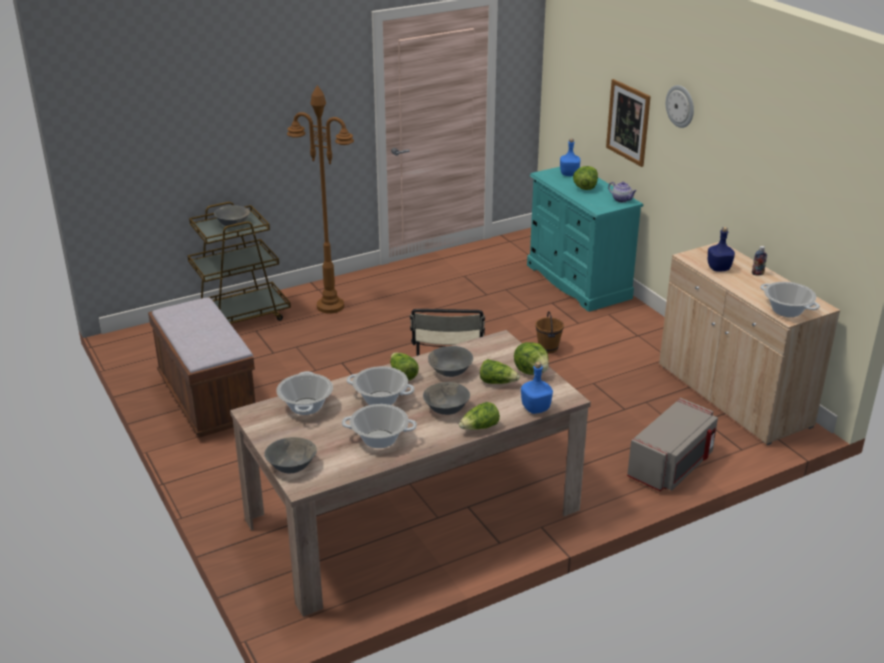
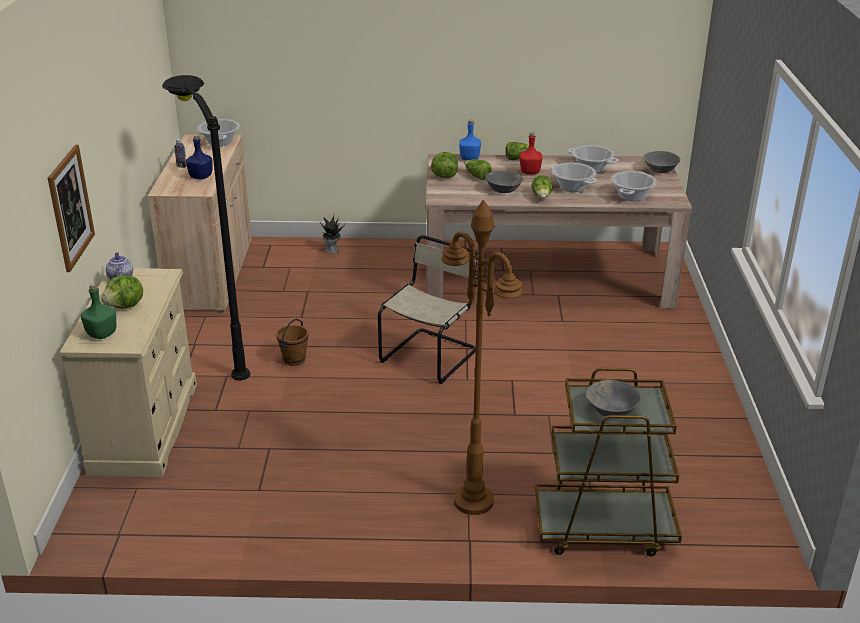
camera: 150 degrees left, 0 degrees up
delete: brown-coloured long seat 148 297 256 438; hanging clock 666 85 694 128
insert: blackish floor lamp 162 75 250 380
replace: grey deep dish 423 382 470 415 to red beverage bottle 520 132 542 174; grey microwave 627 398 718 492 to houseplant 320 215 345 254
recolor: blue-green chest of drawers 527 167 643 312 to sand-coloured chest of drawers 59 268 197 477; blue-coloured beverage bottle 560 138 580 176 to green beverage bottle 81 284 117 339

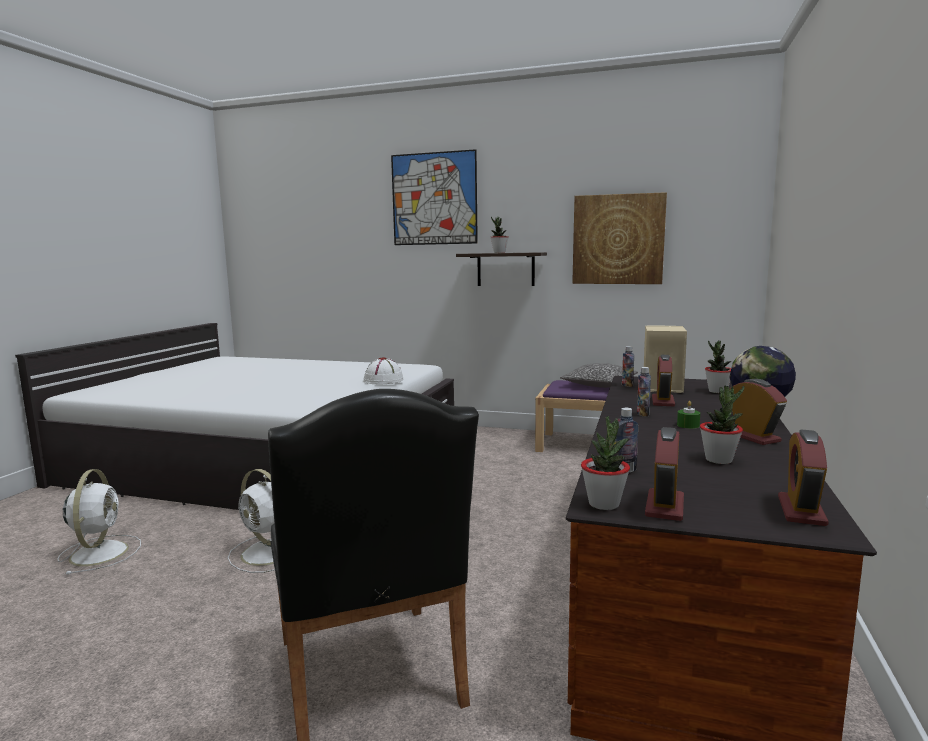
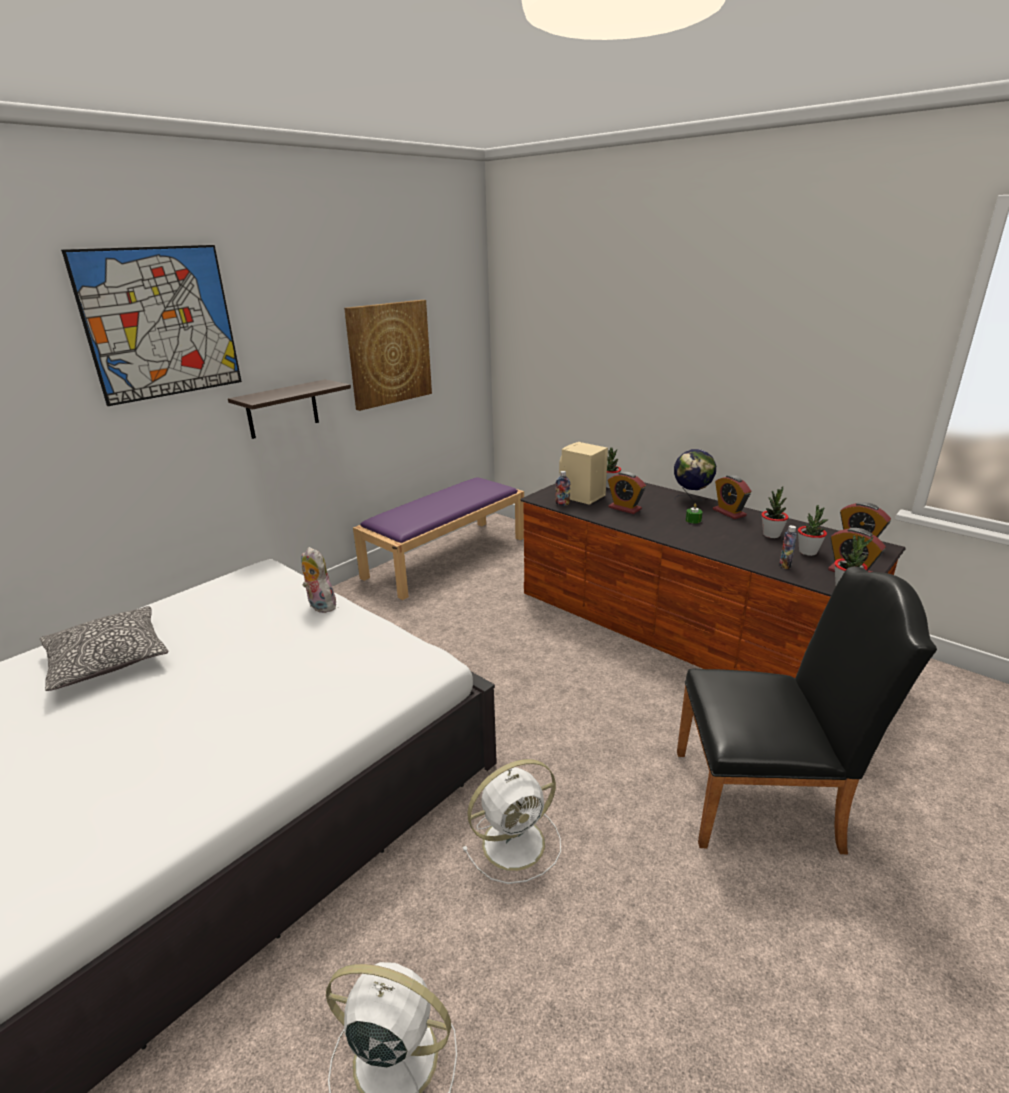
camera: 65 degrees left, 15 degrees up
delete: beverage bottle 637 367 651 416
move: houseplant 490 217 509 253 to 798 505 828 556; pillow 560 363 638 388 to 40 606 168 691
replace: white wearable hat 363 357 404 384 to plush toy 301 547 336 613
rotate: table clock 729 379 787 445 = 713 475 751 519 120 degrees counterclockwise

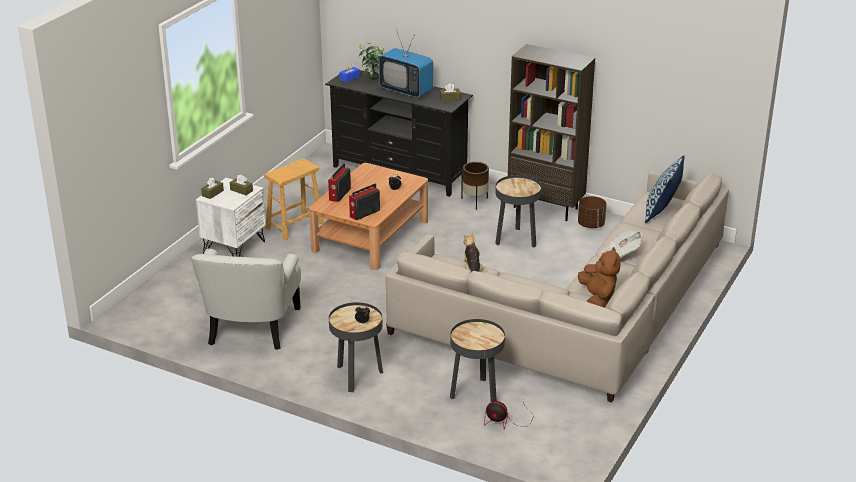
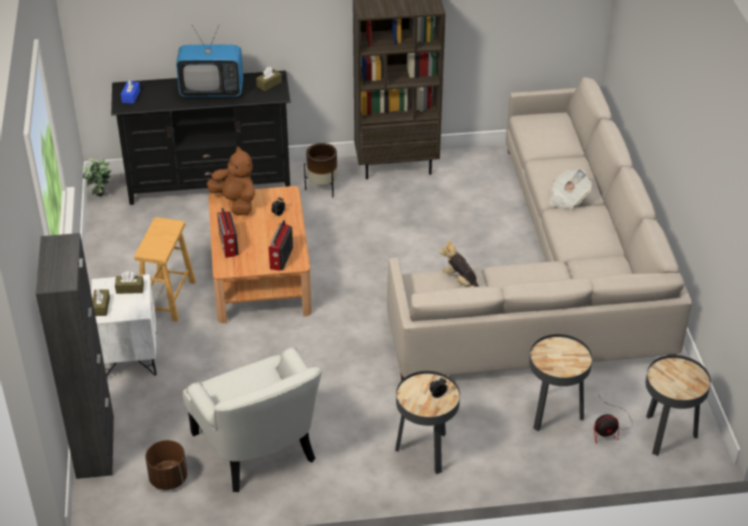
camera: 35 degrees left, 10 degrees up
delete: pillow 645 155 685 223
insert: blackish cupboard 36 233 114 479
move: houseplant 358 42 384 80 to 82 158 111 196; blackish end table 495 175 541 247 to 646 355 711 456; brown-coloured plant pot 578 196 606 228 to 145 440 187 490; brown-coloured plush toy 578 247 621 308 to 207 146 255 215

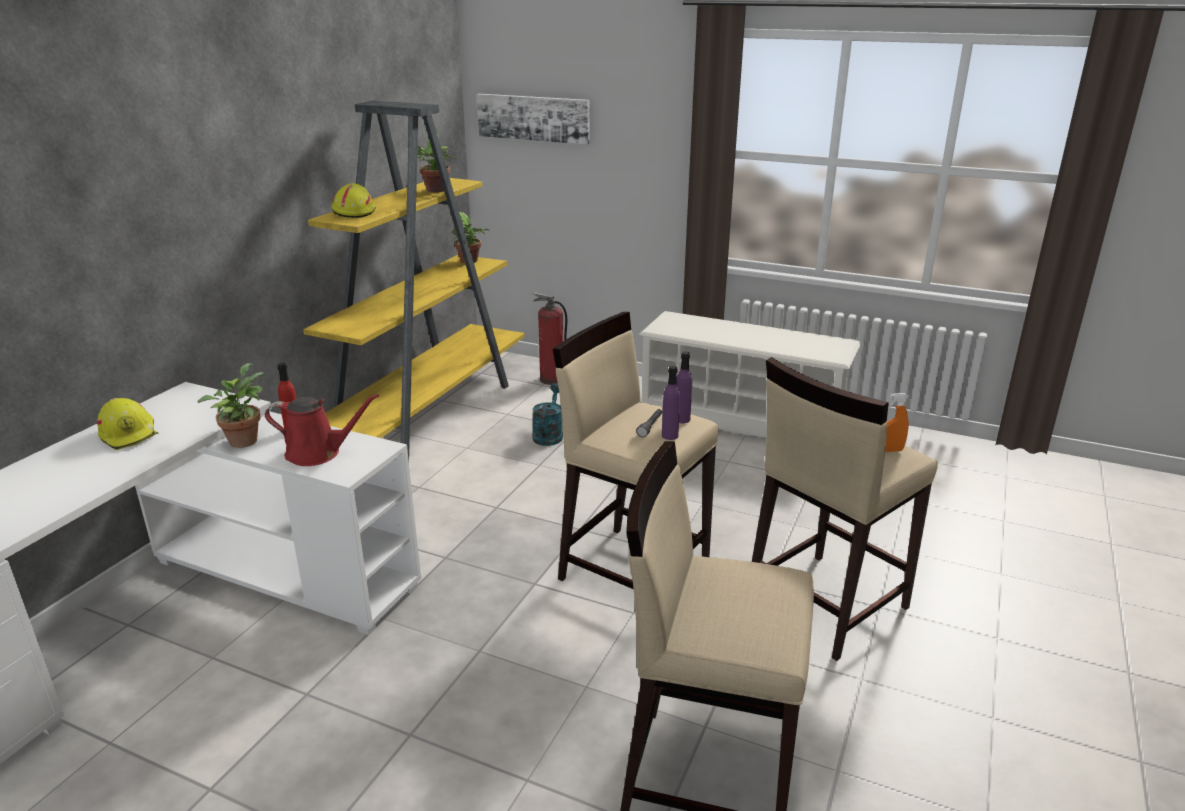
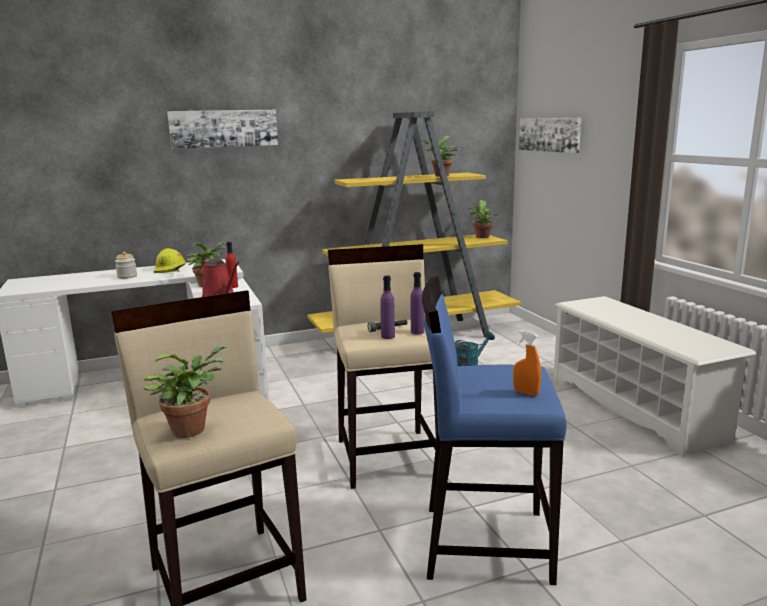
camera: 45 degrees right, 10 degrees down
delete: yellow-coloured work helmet 331 183 376 218; fire-fighting cylinder 533 292 567 385
insert: storage jar 115 252 137 279; houseplant 144 344 230 438; wall art 167 110 278 149
recolor: sand-coloured sitting stool 752 357 938 661 to blue-coloured sitting stool 422 276 567 585

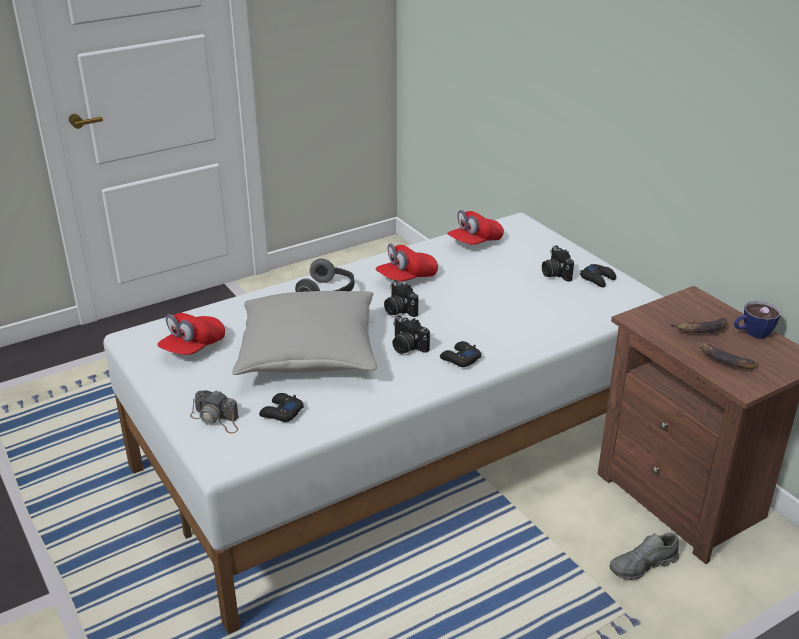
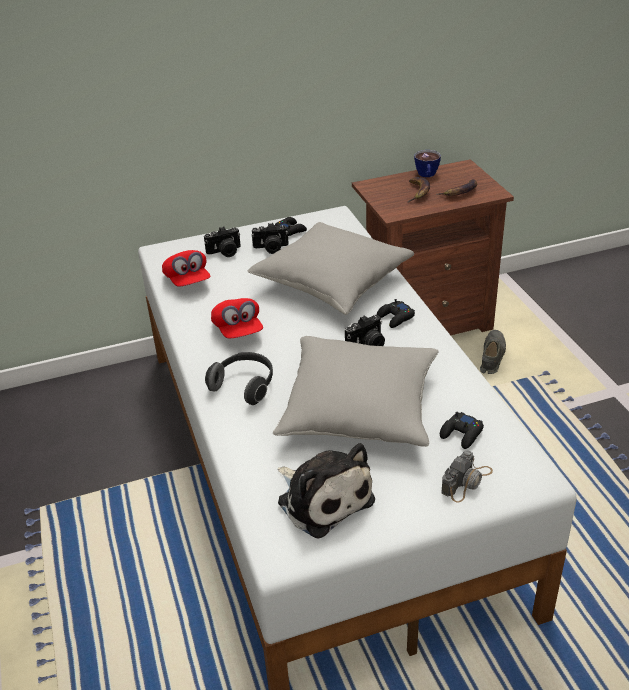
camera: 75 degrees left, 5 degrees up
insert: grey pillow 247 222 414 315
move: still camera 384 280 418 317 to 204 226 241 257
replace: red peaked cap 157 313 225 355 to plush toy 278 443 375 539
rotate: grey low shoe 609 532 679 580 = 480 330 506 374 150 degrees counterclockwise

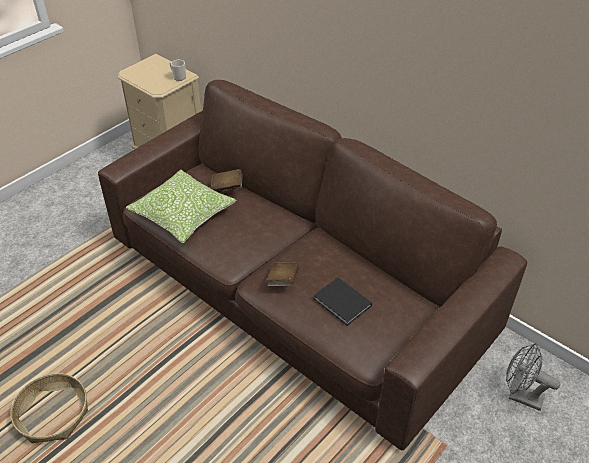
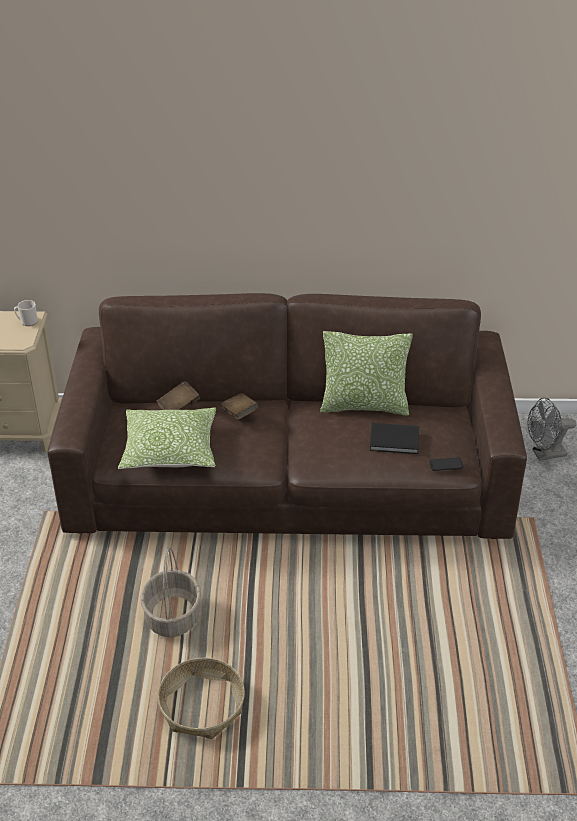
camera: 40 degrees left, 5 degrees down
insert: storage basket 141 547 201 638; pillow 320 331 413 416; telephone 429 457 464 471
move: brown-coloured bound book 266 263 299 286 to 221 393 260 420

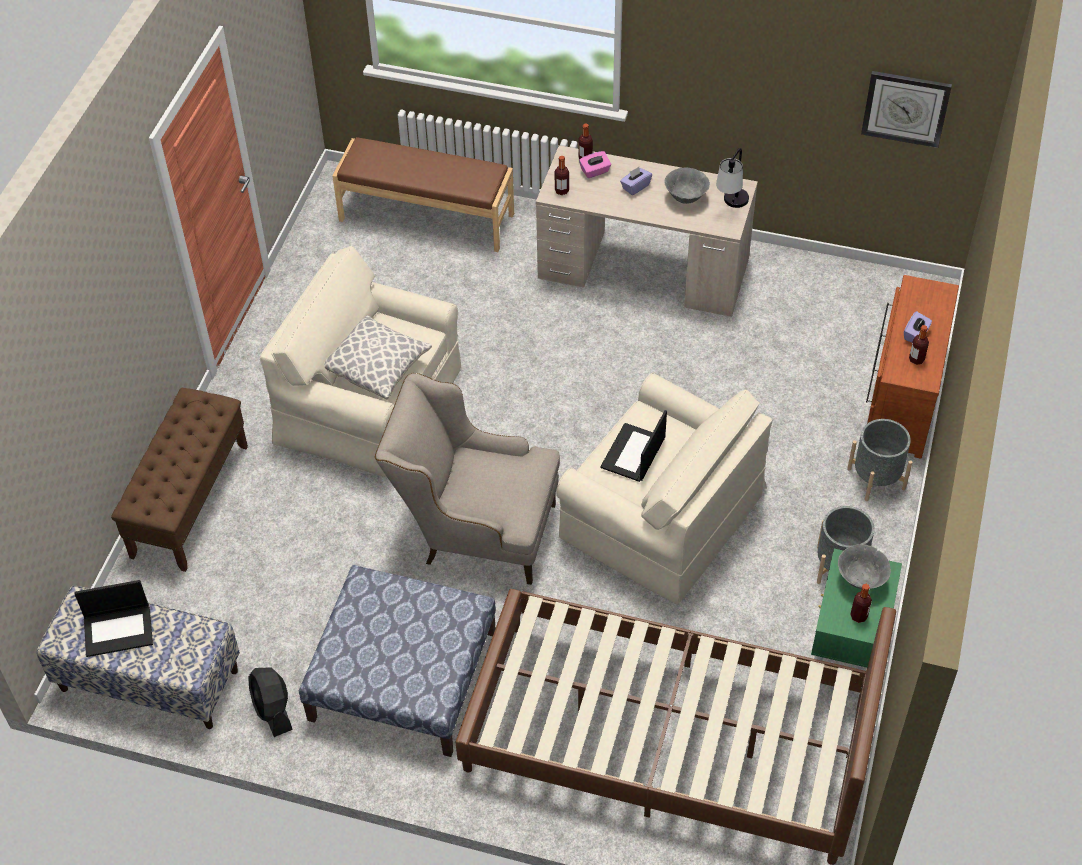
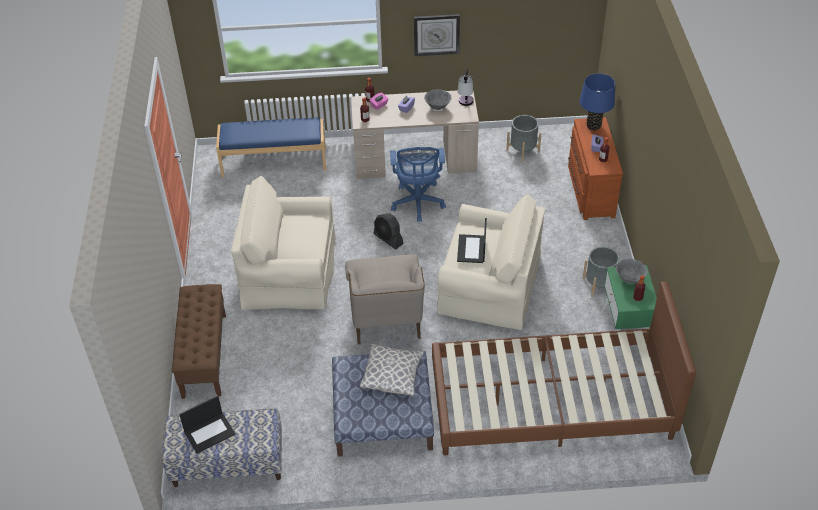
camera: 20 degrees left, 5 degrees down
insert: blue-coloured desk chair 390 147 446 222; blue-coloured lamp for a table 580 73 615 130
move: blackish electric fan 248 667 293 737 to 374 213 403 249; pillow 324 315 432 400 to 360 344 424 396; grey plant pot 847 419 912 501 to 506 115 541 162; hanging clock 861 71 952 148 to 414 14 460 56
recolor: brown-coloured long seat 332 137 514 252 to blue-coloured long seat 216 118 326 177
rotate: sand-coloured easy chair 375 373 560 585 = 345 254 425 344 90 degrees counterclockwise

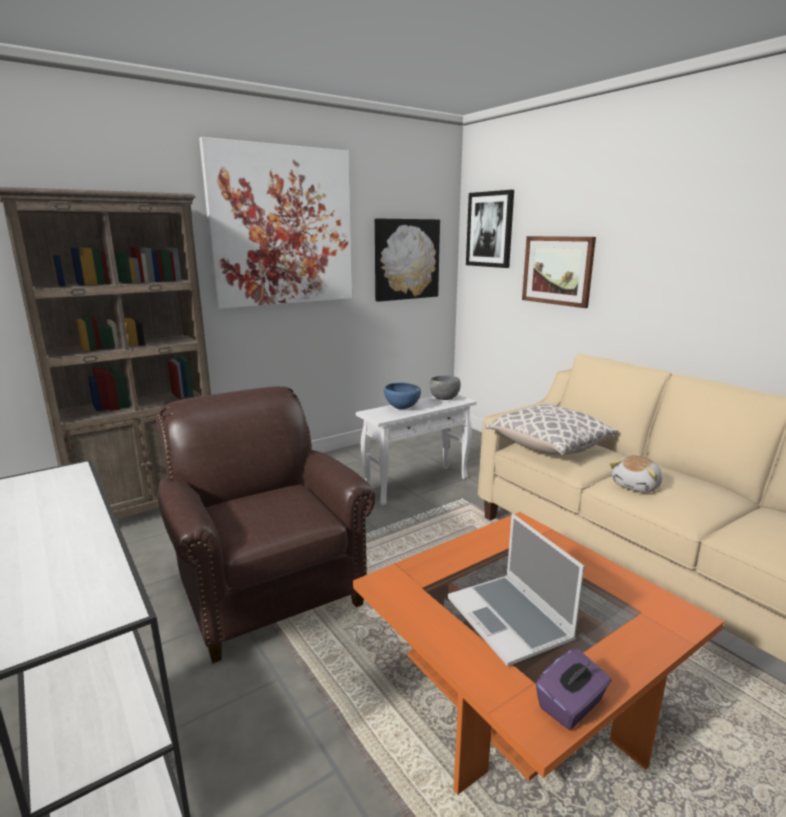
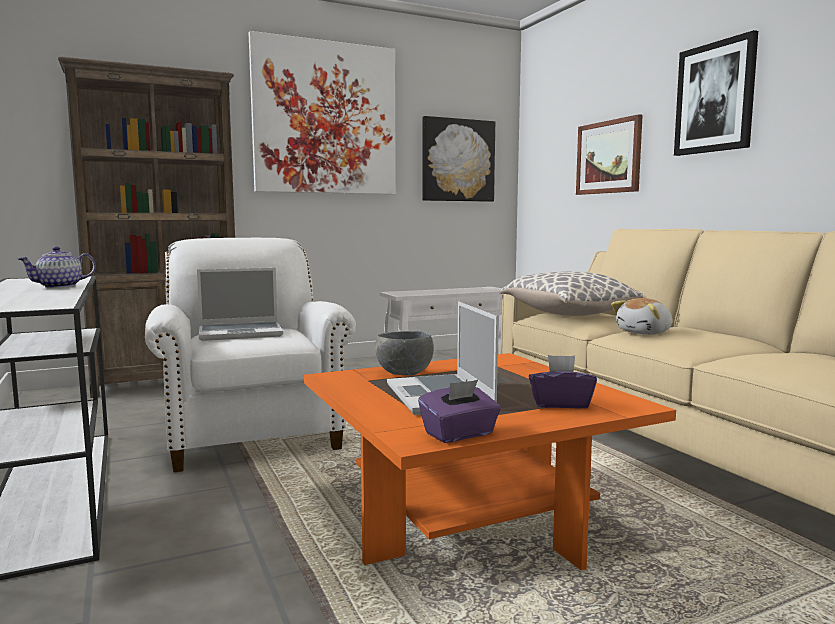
camera: 10 degrees right, 10 degrees down
delete: blue-coloured deep dish 384 382 421 409
insert: teapot 18 246 96 288; portable computer 197 268 283 341; purple tissue holder 529 355 597 409
move: grey deep dish 430 375 461 400 to 375 331 434 376; wall art 466 190 514 268 to 674 30 758 156
recolor: brown-coloured easy chair 156 386 376 663 to white easy chair 145 238 356 472

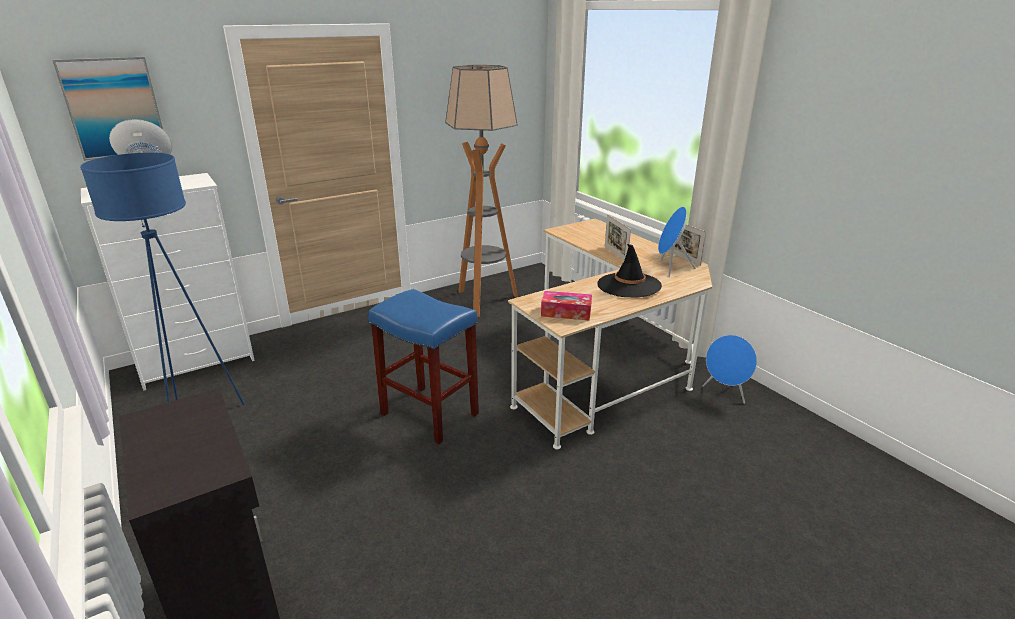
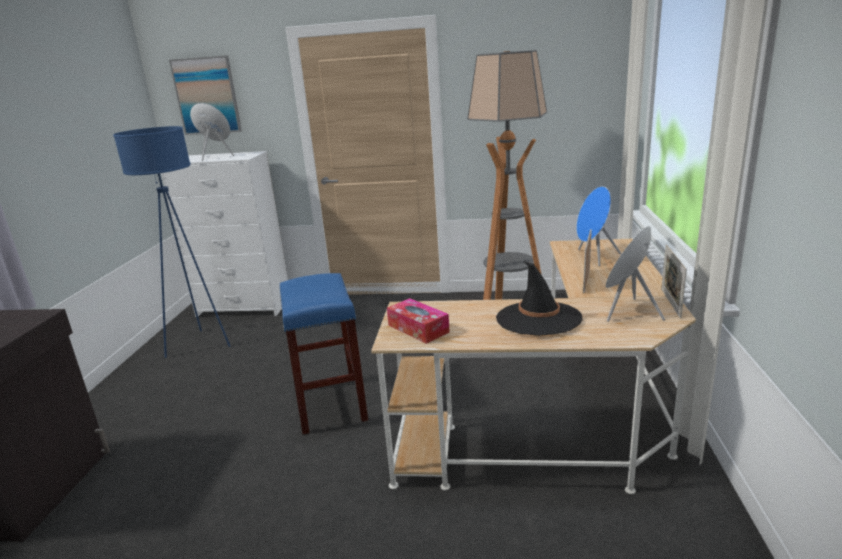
camera: 40 degrees right, 5 degrees down
move: blue-coloured loudspeaker 702 335 757 404 to 576 186 621 266

